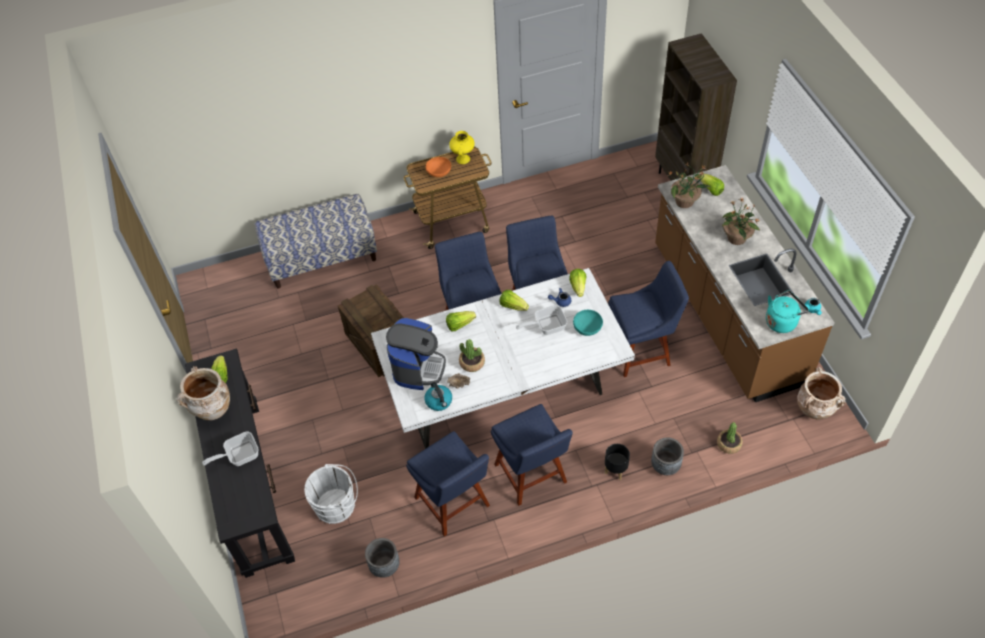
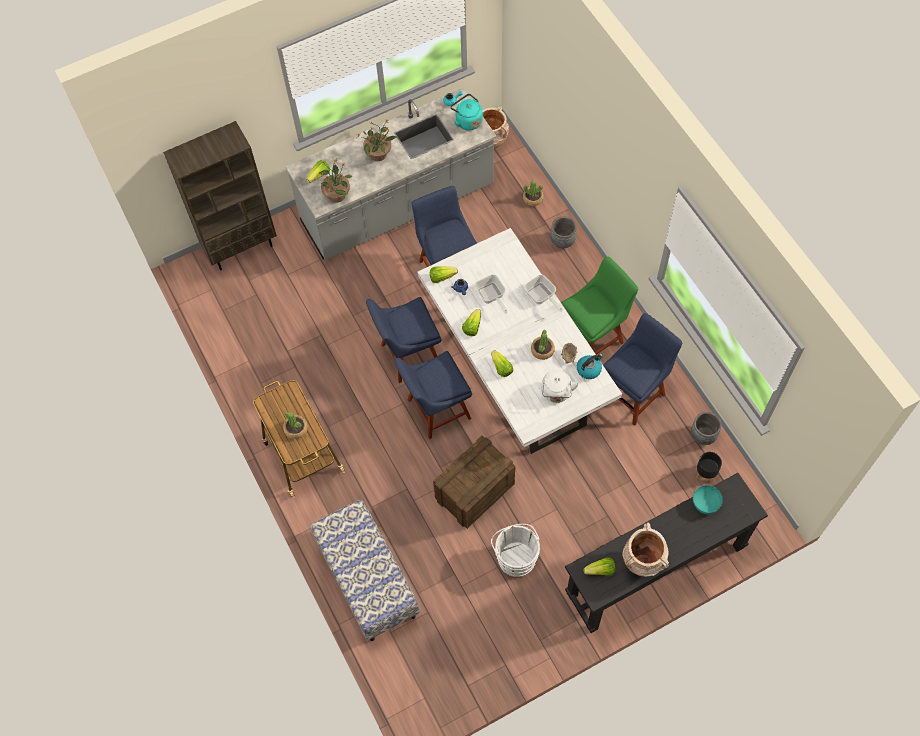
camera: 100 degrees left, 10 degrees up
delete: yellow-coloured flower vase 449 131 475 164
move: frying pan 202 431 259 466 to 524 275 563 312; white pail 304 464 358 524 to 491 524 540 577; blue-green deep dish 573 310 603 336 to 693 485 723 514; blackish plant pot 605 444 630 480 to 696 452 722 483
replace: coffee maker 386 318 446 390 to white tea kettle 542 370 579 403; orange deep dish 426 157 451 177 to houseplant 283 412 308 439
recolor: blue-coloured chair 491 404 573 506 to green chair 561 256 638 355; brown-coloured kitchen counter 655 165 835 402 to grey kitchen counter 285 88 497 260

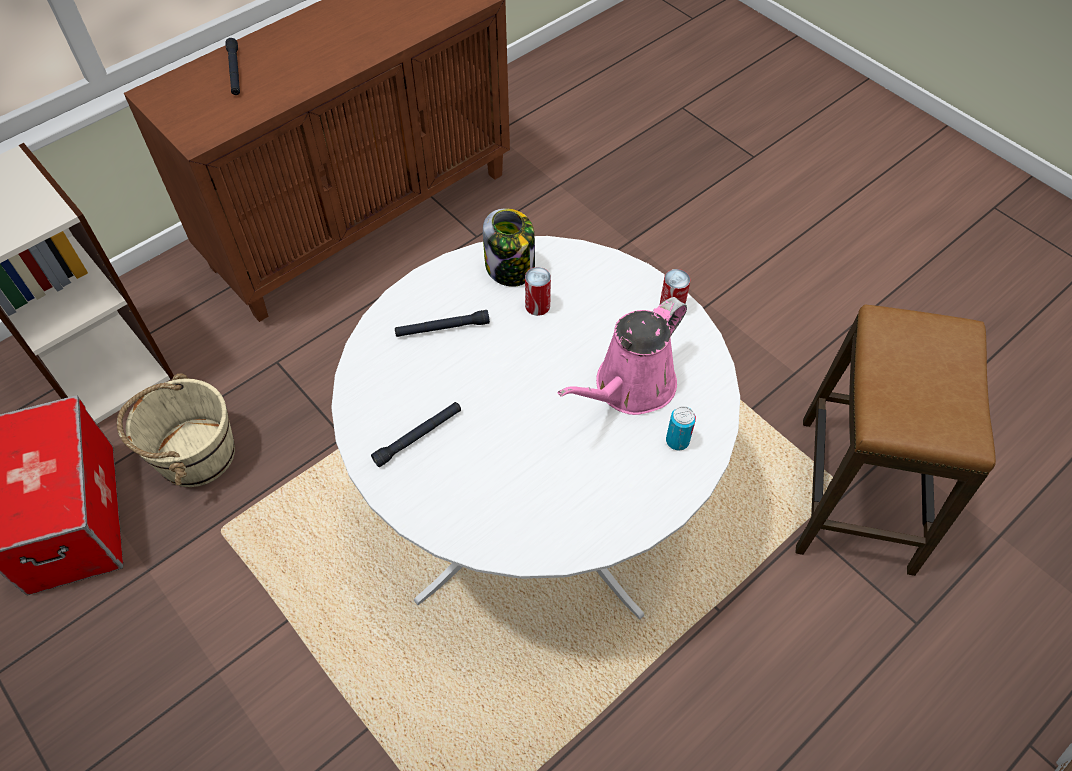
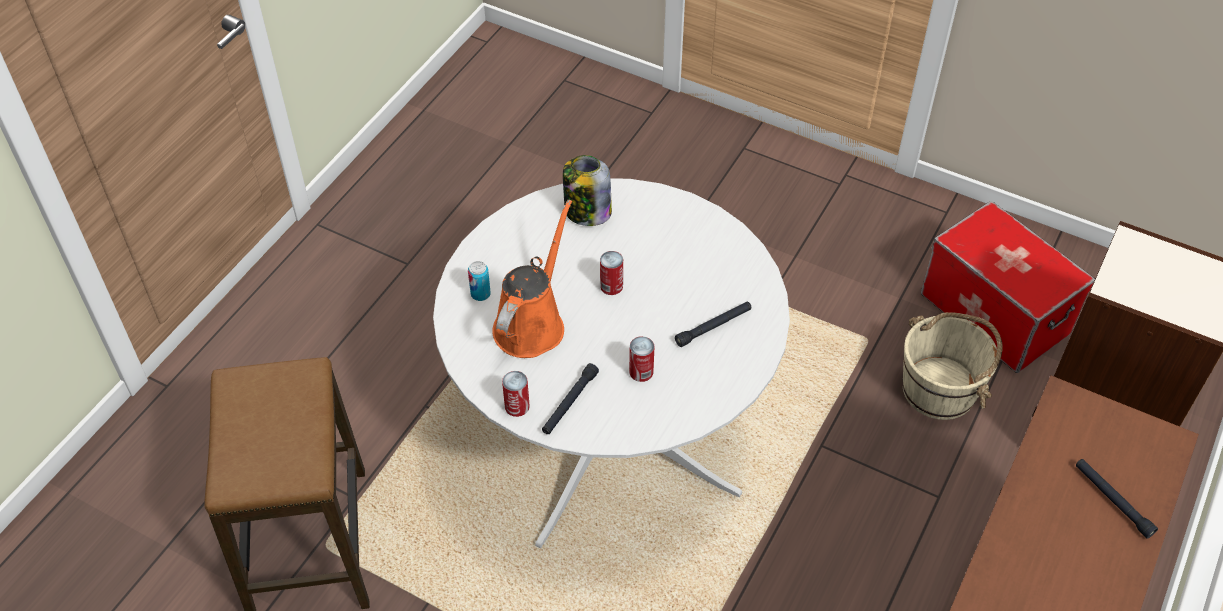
camera: 160 degrees right, 5 degrees down
insert: metal can 600 251 623 295
move: blackish torch 371 402 461 467 to 542 363 599 434; storage jar 483 208 535 287 to 563 155 612 226
recolor: pinkish watering can 558 297 687 415 to orange watering can 492 200 572 358

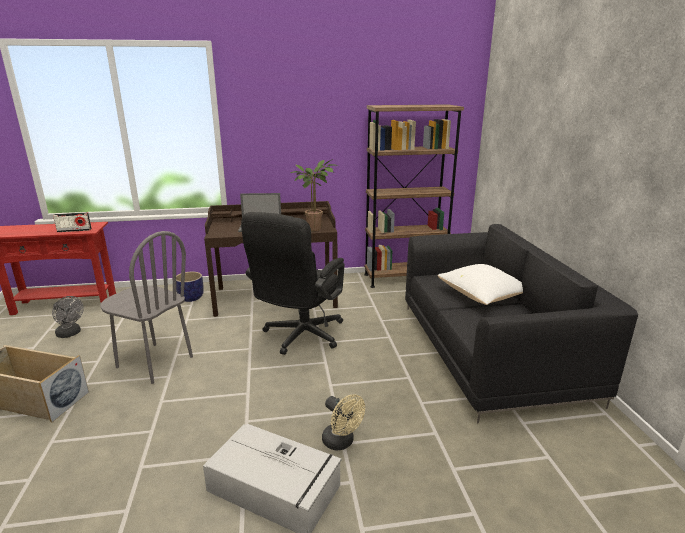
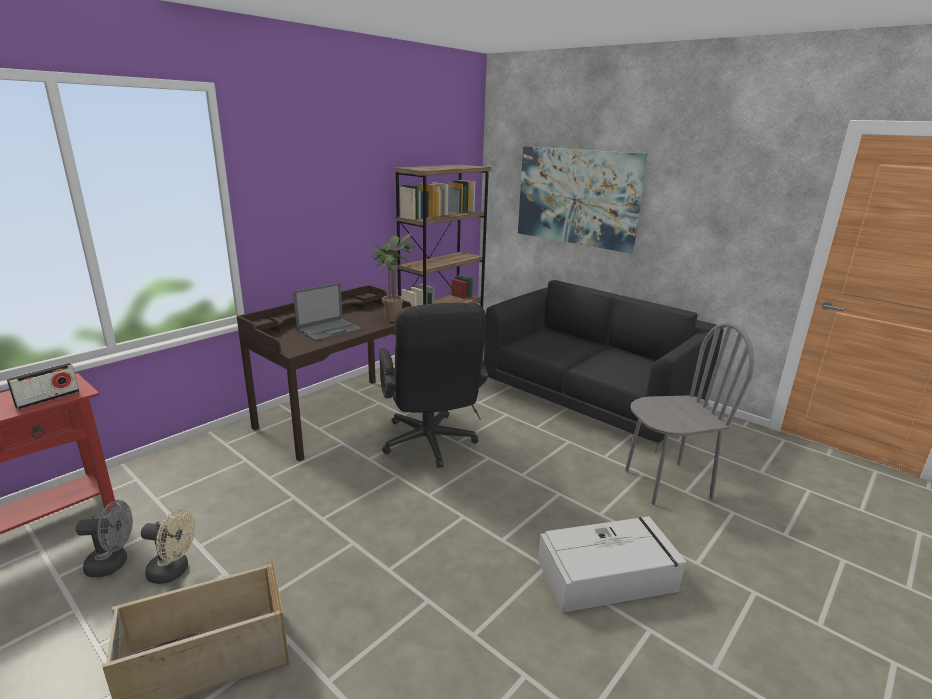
camera: 40 degrees left, 0 degrees up
delete: plant pot 176 272 204 302; white pillow 438 264 523 305
insert: wall art 518 146 647 254
move: grey chair 100 231 193 384 to 625 323 754 505; sand-coloured electric fan 322 394 365 450 to 141 509 195 584

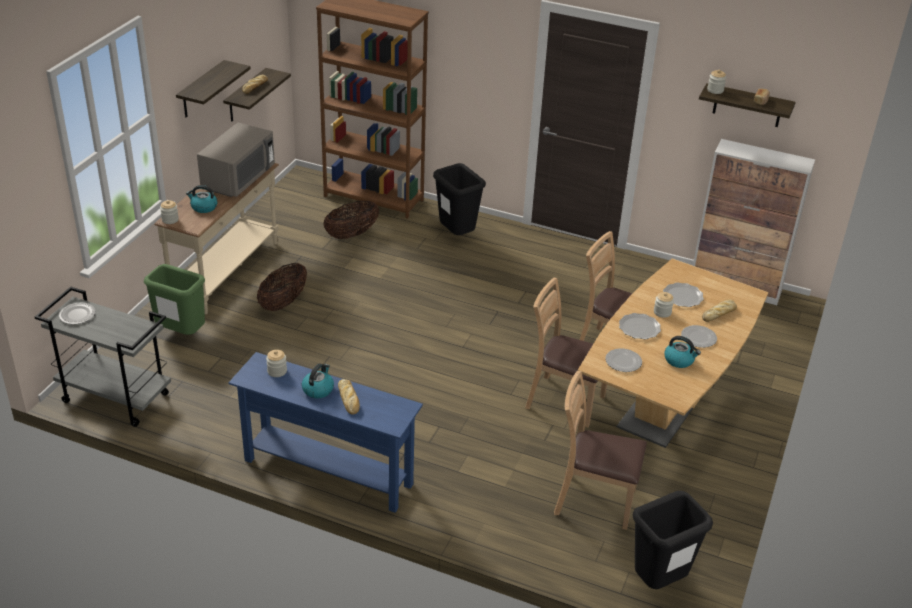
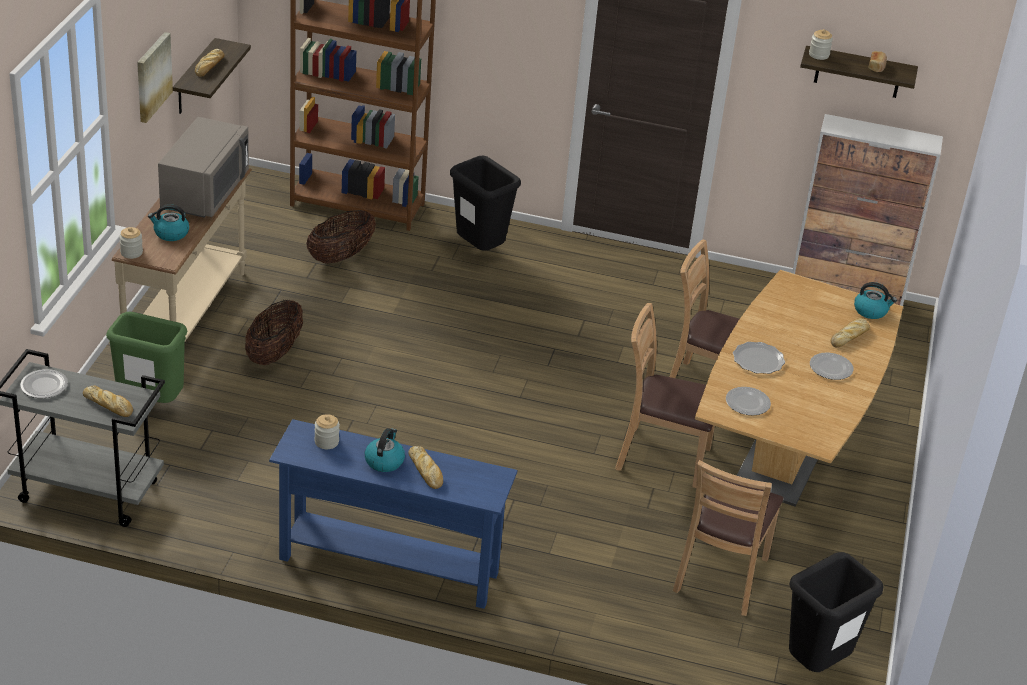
camera: 10 degrees left, 0 degrees up
delete: storage jar 654 292 674 318; dinner plate 663 283 704 307
insert: baked bread 83 385 133 417
move: tea kettle 664 336 701 368 to 854 282 897 319
replace: bracket shelf 176 60 251 117 to wall art 137 32 173 123
rotate: brown-coloured chair 554 371 647 530 = 673 460 783 616 75 degrees counterclockwise

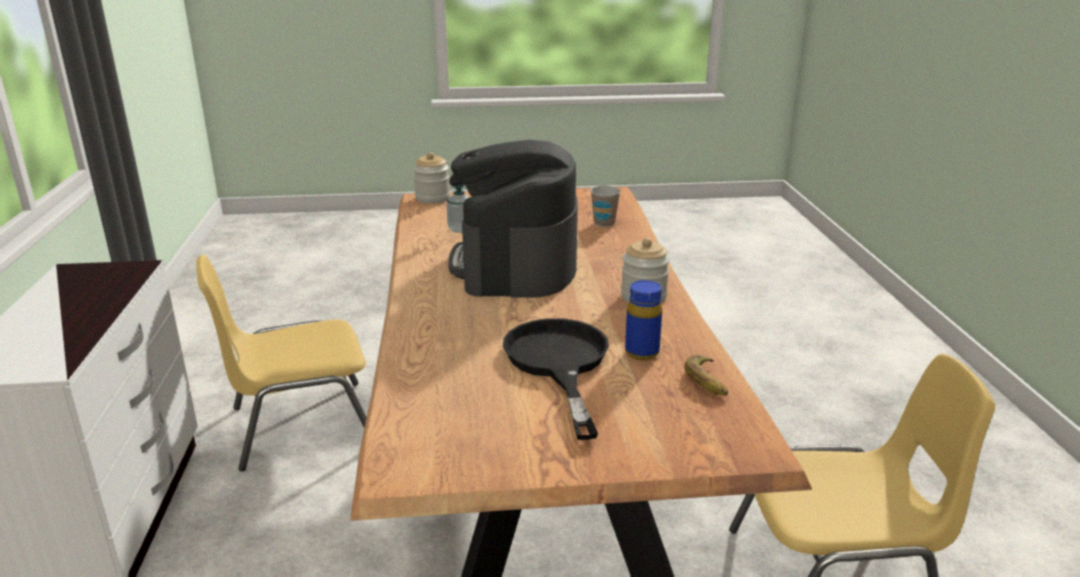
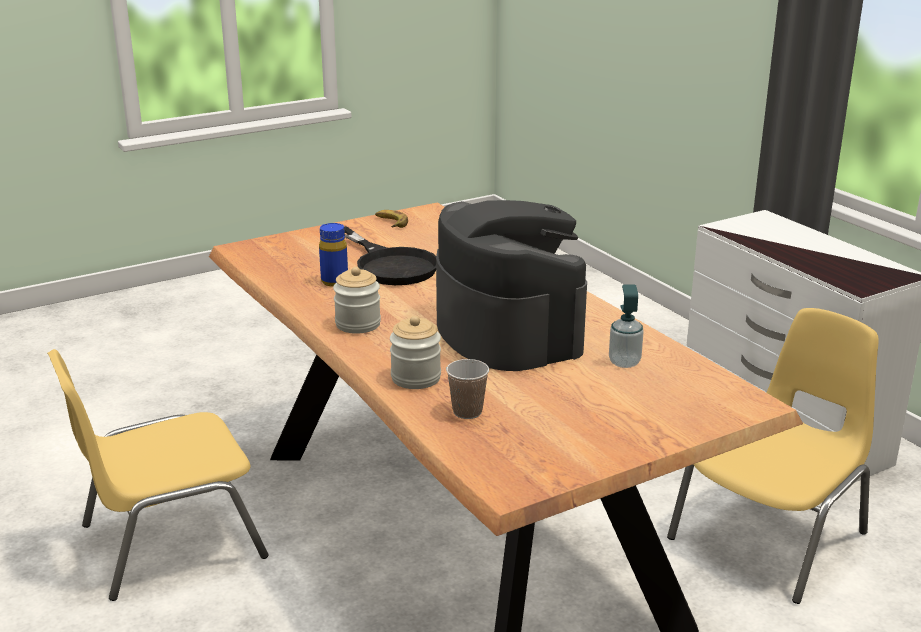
camera: 155 degrees right, 0 degrees up
move: storage jar 413 152 450 204 to 390 316 441 389; banana 684 355 728 395 to 375 210 408 228

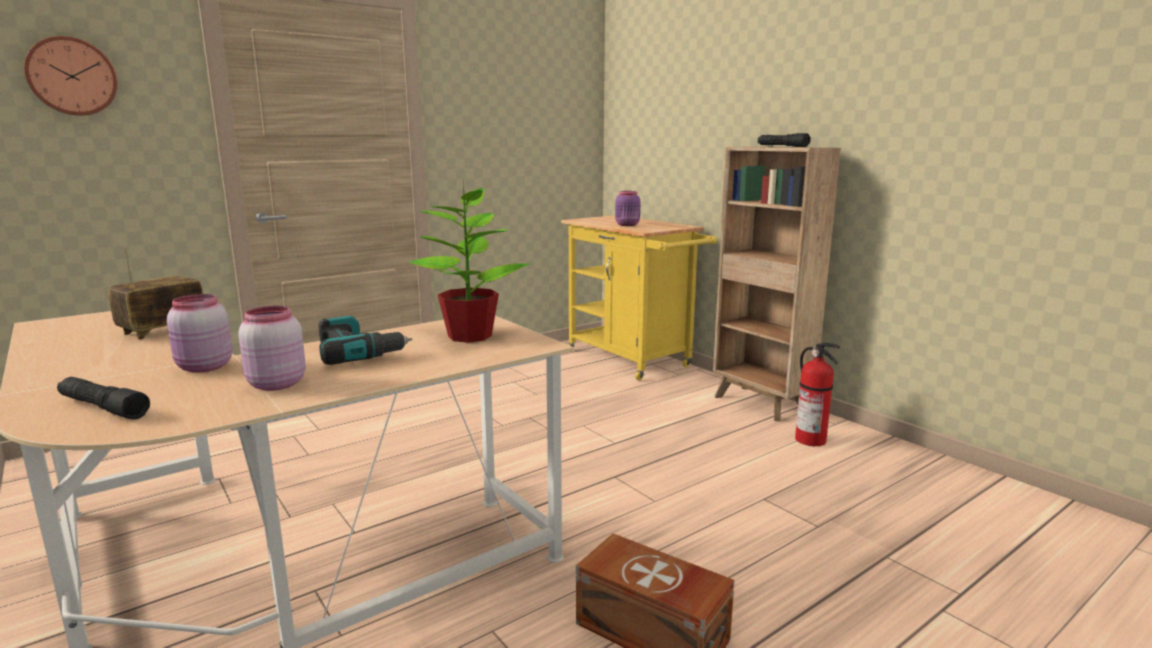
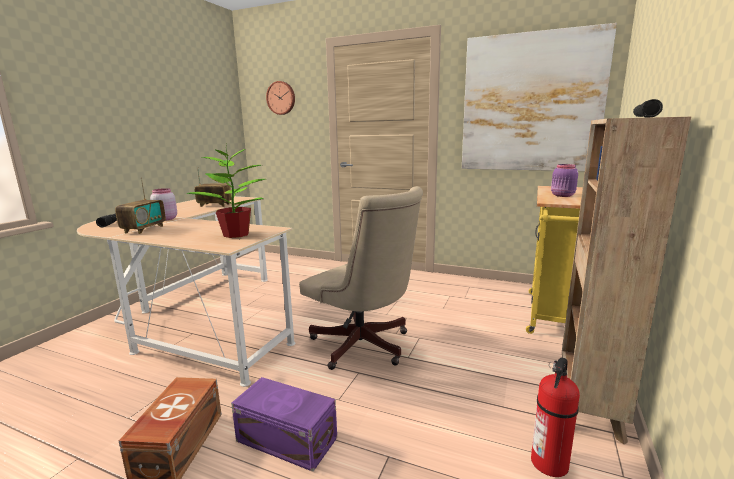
camera: 60 degrees right, 0 degrees up
delete: electric drill 318 316 412 365
insert: purple storage box 231 377 337 472; sand-coloured desk chair 299 186 423 370; wall art 462 23 617 171
replace: pinkish storage jar 238 306 306 391 to radio 115 178 166 234

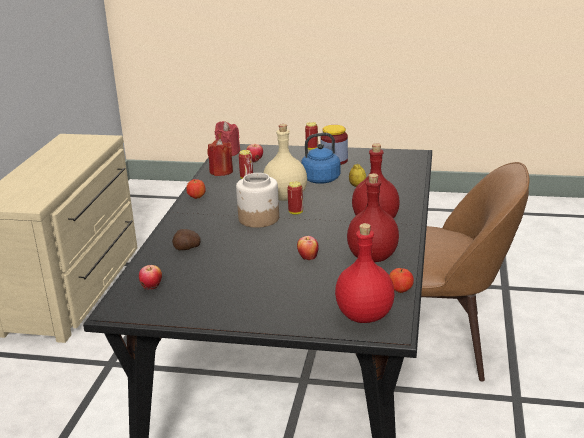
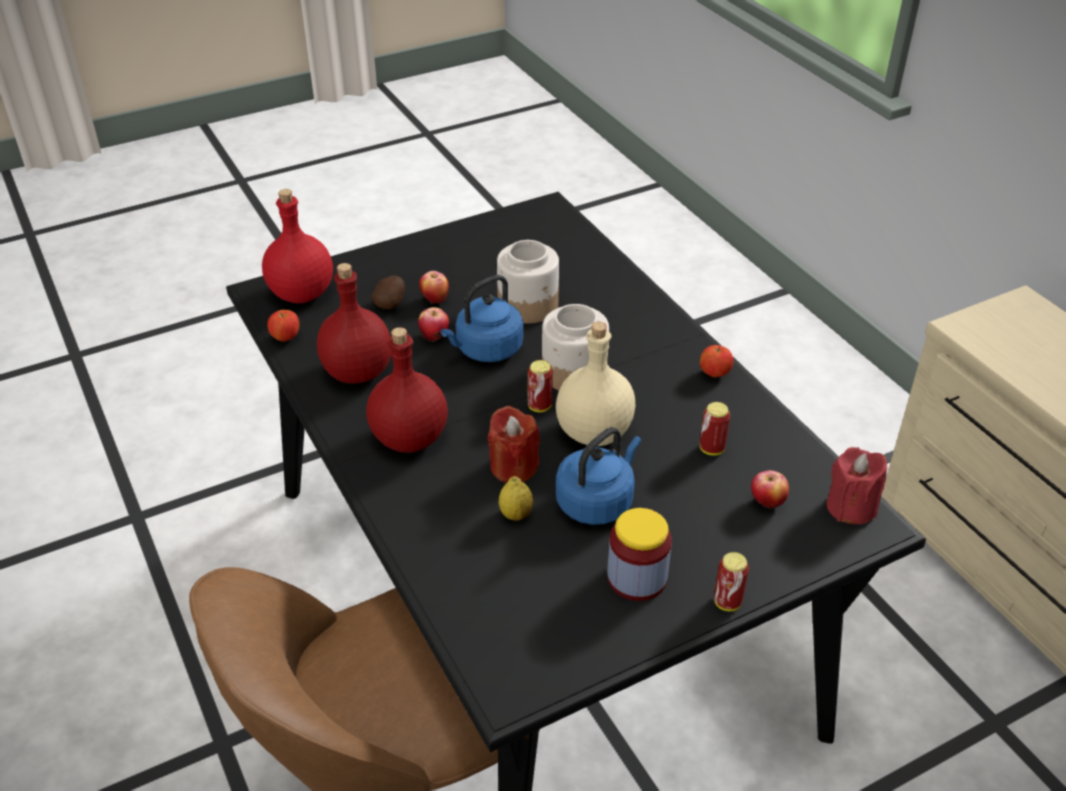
camera: 140 degrees right, 15 degrees up
insert: blue-coloured tea kettle 440 275 523 362; storage jar 497 240 559 324
move: apple fruit 139 265 162 290 to 419 271 449 304; spud 172 229 201 250 to 371 276 405 309; red wax candle 207 139 233 176 to 488 406 540 483

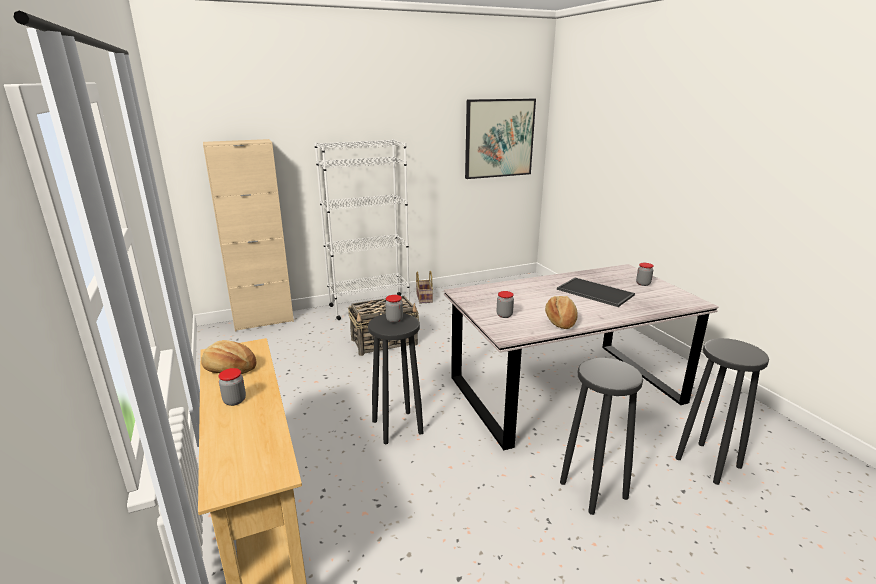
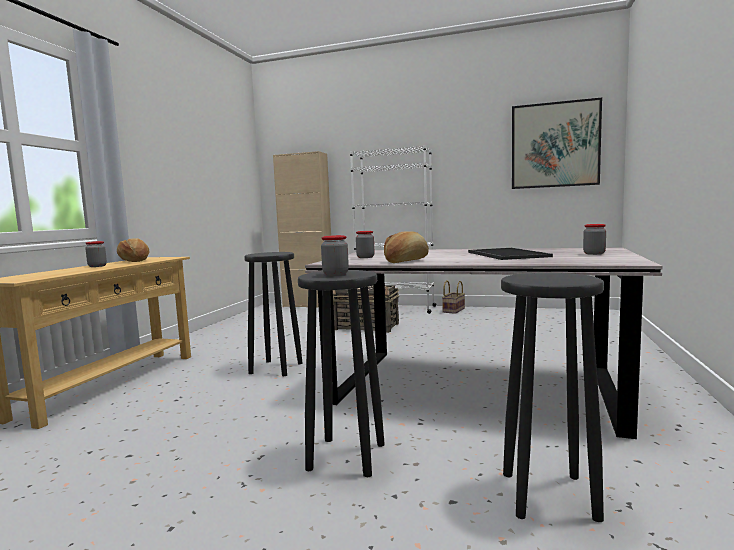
camera: 40 degrees right, 15 degrees down
move: storage jar 385 295 403 323 to 321 235 349 276

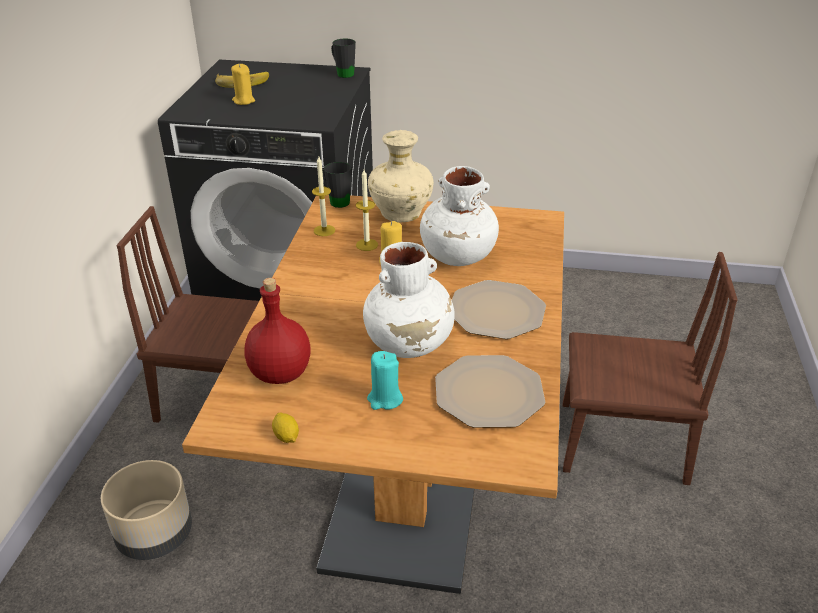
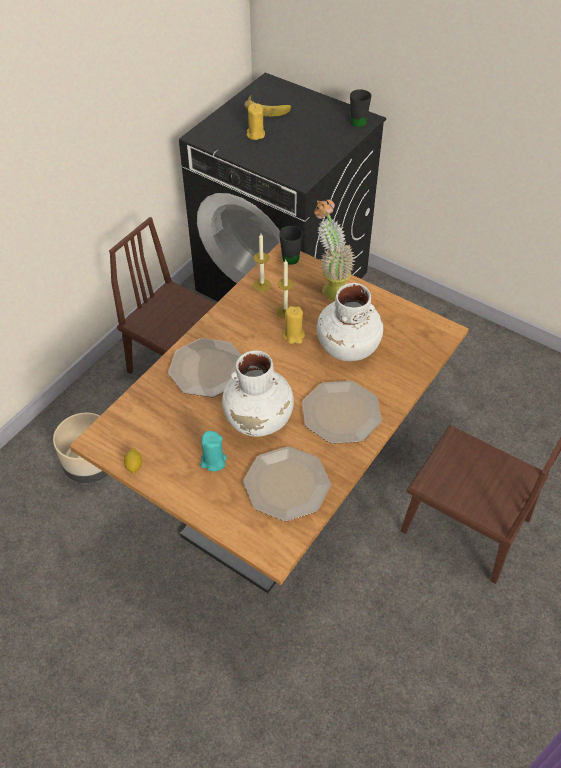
camera: 25 degrees right, 15 degrees up
delete: red beverage bottle 245 278 311 384
insert: dinner plate 168 338 241 397
replace: sand-coloured flower vase 368 130 434 222 to houseplant 314 200 355 301

